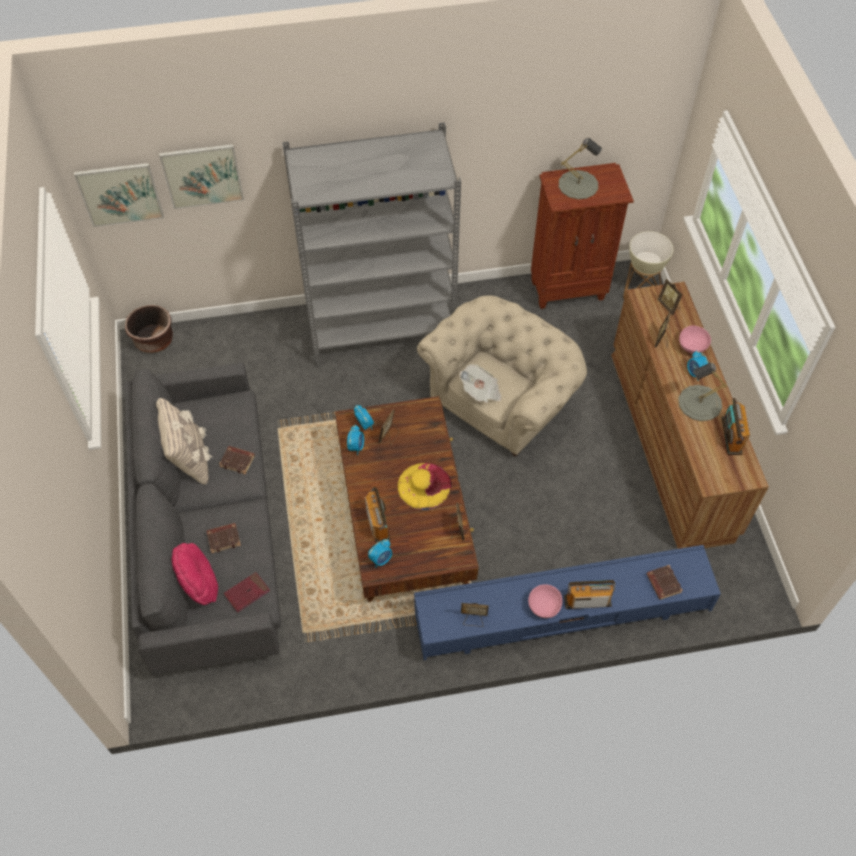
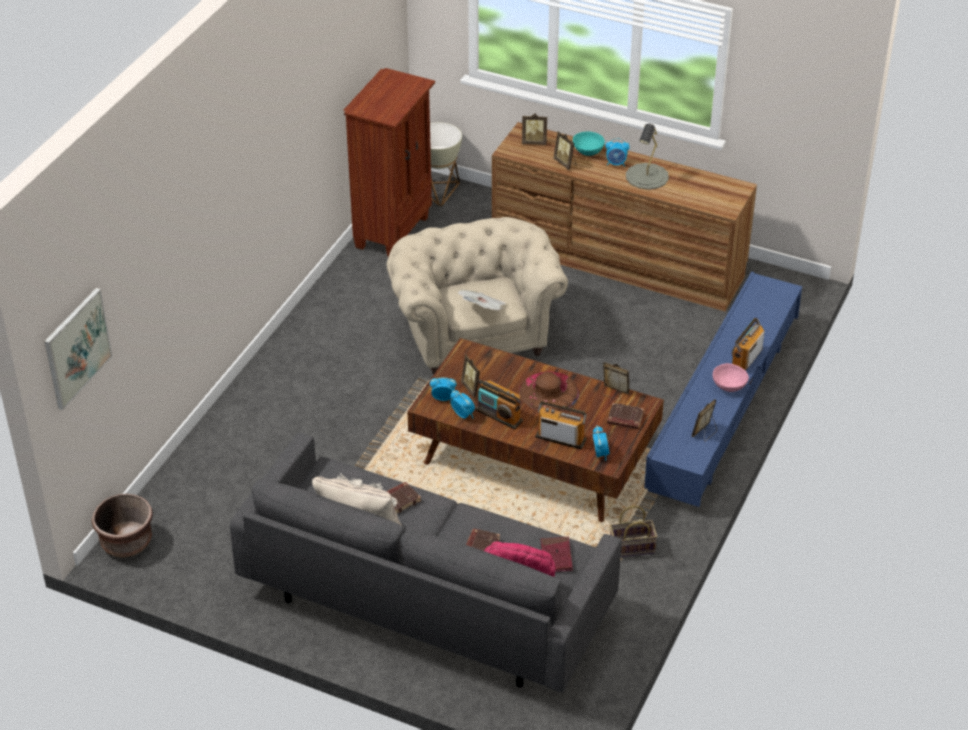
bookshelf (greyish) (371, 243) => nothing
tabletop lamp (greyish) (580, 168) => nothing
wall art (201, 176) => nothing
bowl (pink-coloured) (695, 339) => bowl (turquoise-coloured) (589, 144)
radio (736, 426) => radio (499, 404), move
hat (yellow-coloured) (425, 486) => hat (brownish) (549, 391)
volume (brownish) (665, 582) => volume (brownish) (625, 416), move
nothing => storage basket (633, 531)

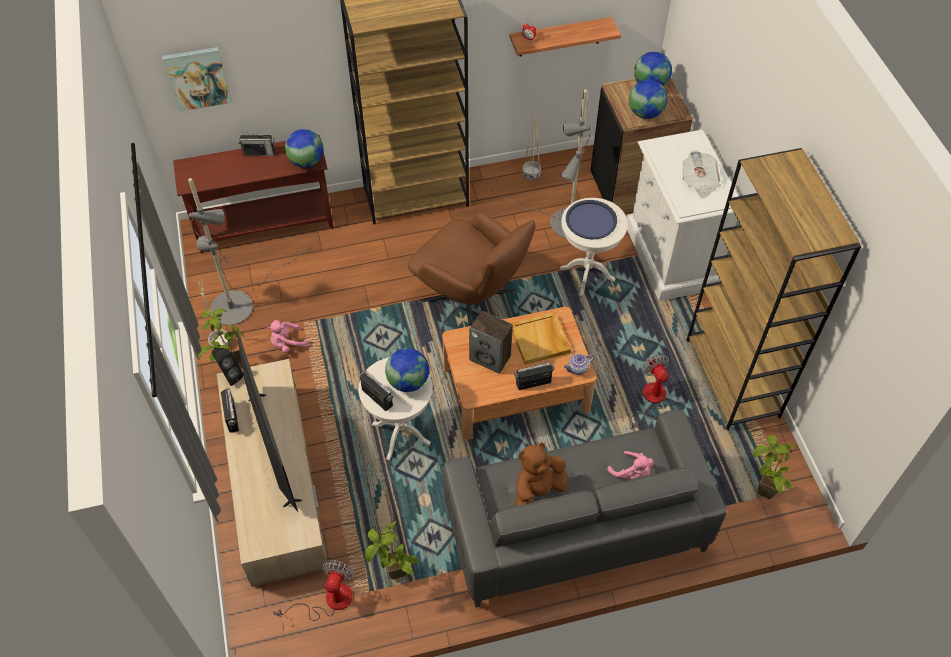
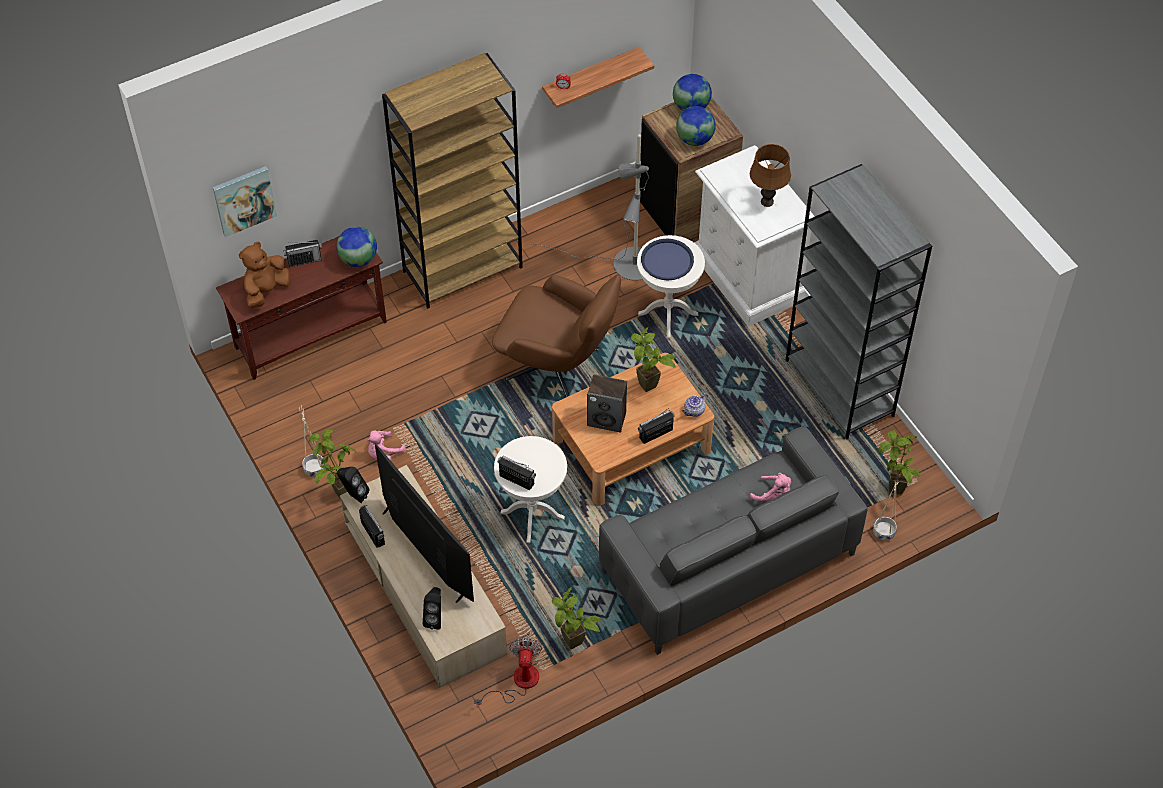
planter (beige) (531, 147) => planter (beige) (886, 511), move
bookshelf (brownish) (774, 289) => bookshelf (greyish) (859, 301)
daily paper (701, 174) => tabletop lamp (brownish) (770, 175)
standard lamp (greyish) (249, 251) => nothing
serving tray (beige) (541, 338) => houseplant (653, 359)
globe (407, 370) => nothing
cooling fan (649, 391) => nothing
cuddly toy (brownish) (541, 474) => cuddly toy (brownish) (265, 275), move
nothing => speaker (black) (432, 608)

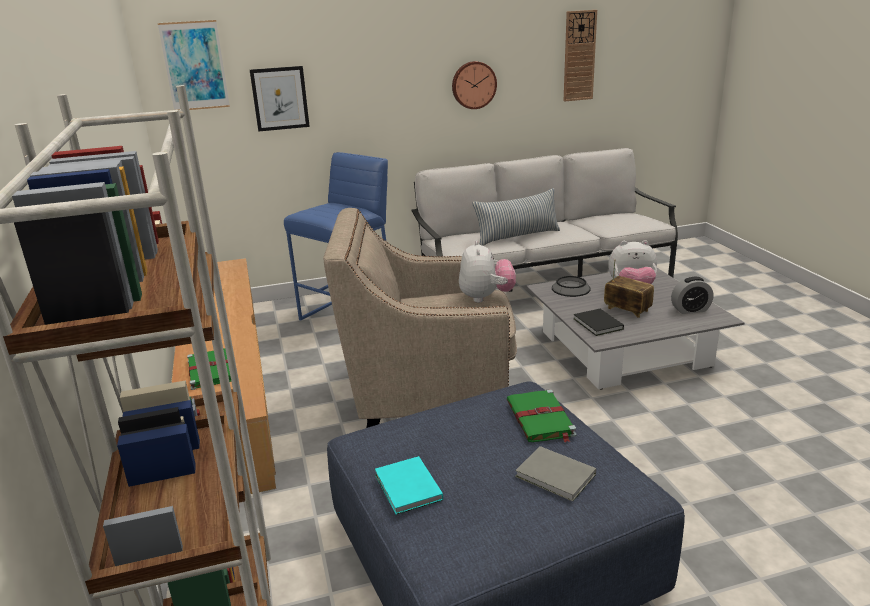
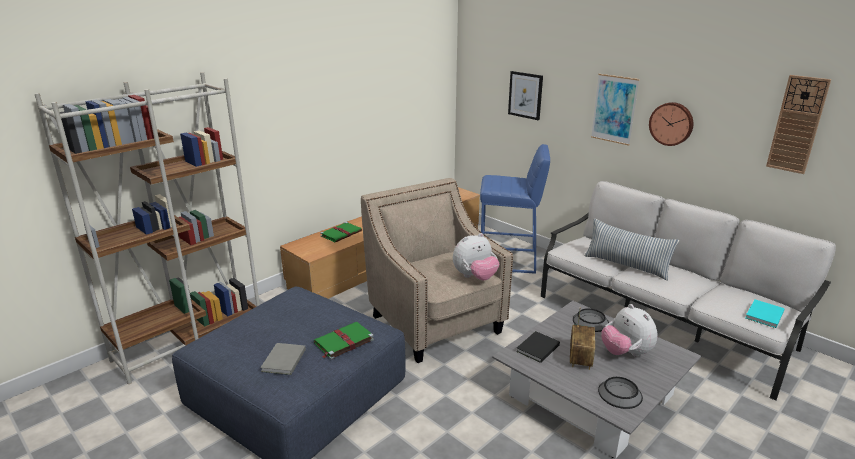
wall art (194, 65) => wall art (615, 110), move
alarm clock (692, 295) => bowl (620, 393)
volume (turquoise-coloured) (409, 485) => volume (turquoise-coloured) (765, 314), move

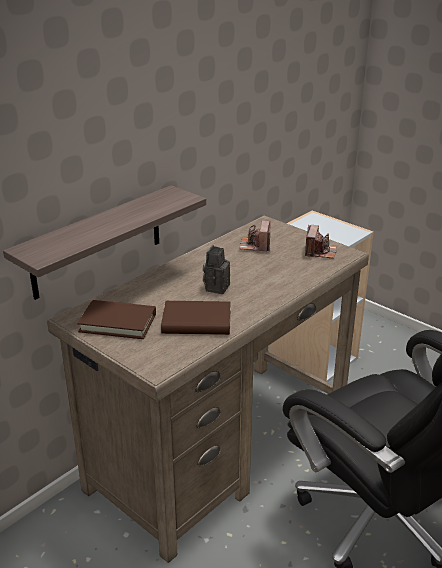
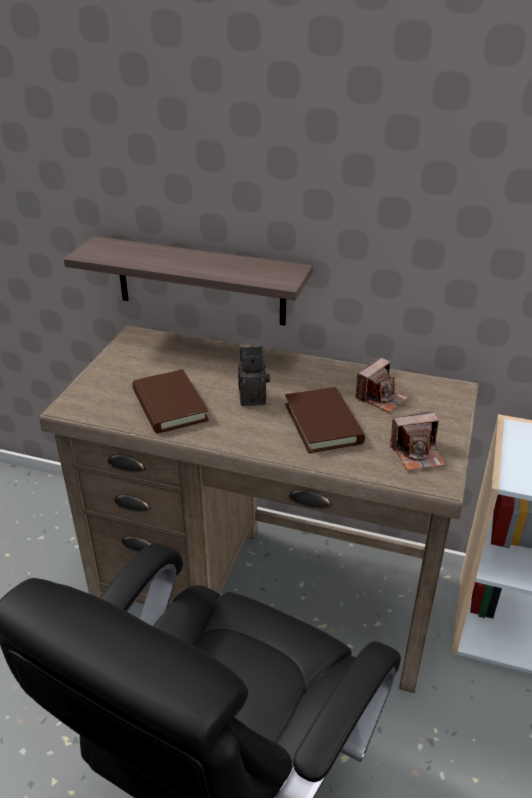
photo camera (254, 235) => photo camera (382, 385), 150 degrees clockwise
volume (brownish) (116, 319) => volume (brownish) (325, 420), move

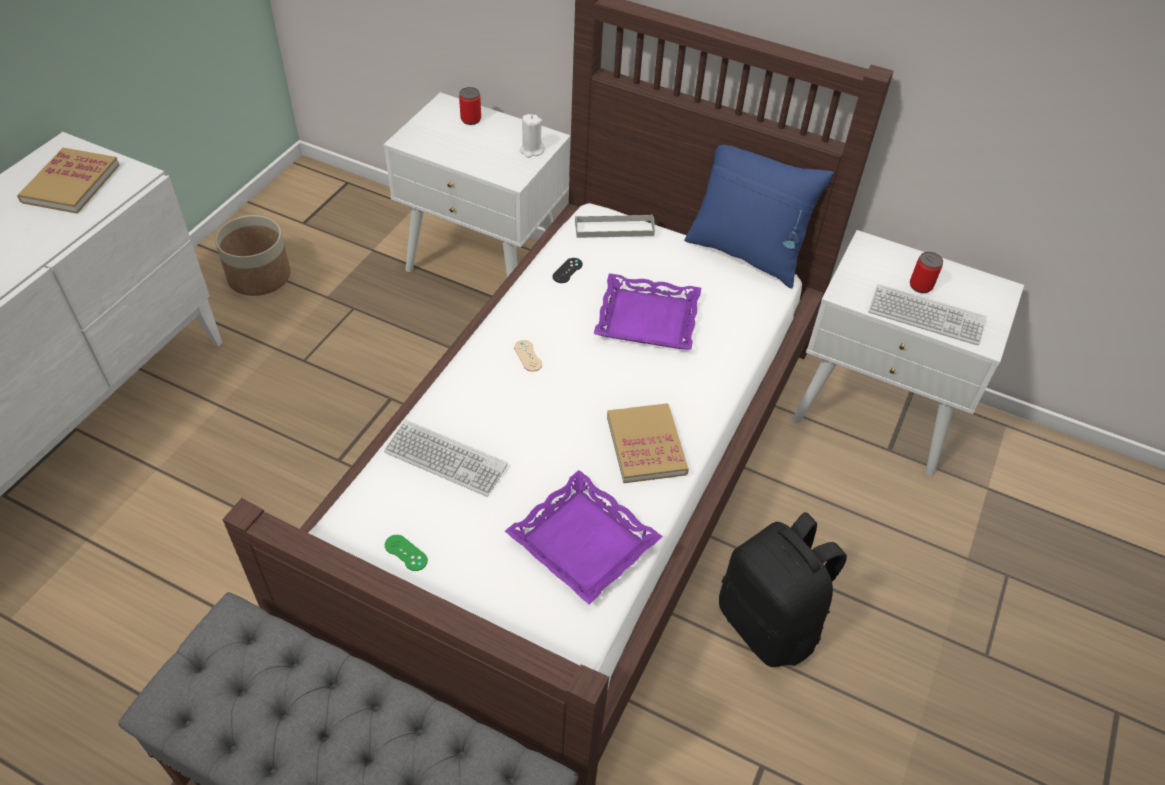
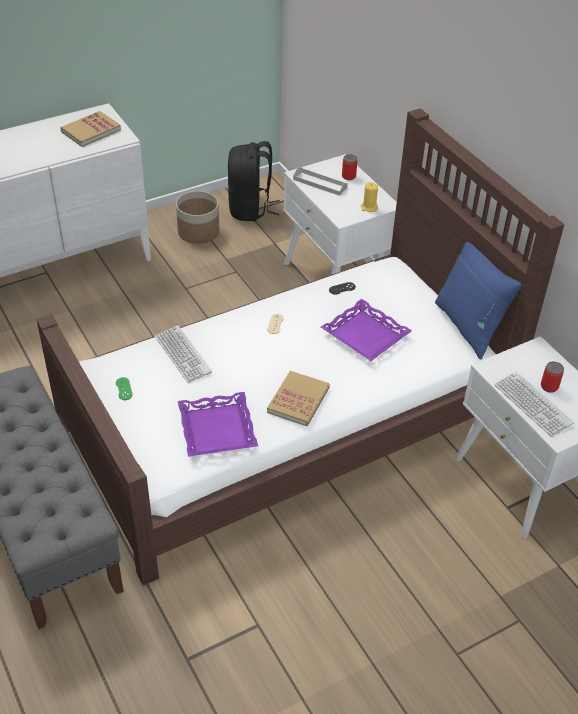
wax light (white) (532, 136) => wax light (yellow-coloured) (369, 197)
serving tray (greyish) (615, 226) => serving tray (greyish) (320, 181), move
backpack (black) (783, 589) => backpack (black) (254, 181), move

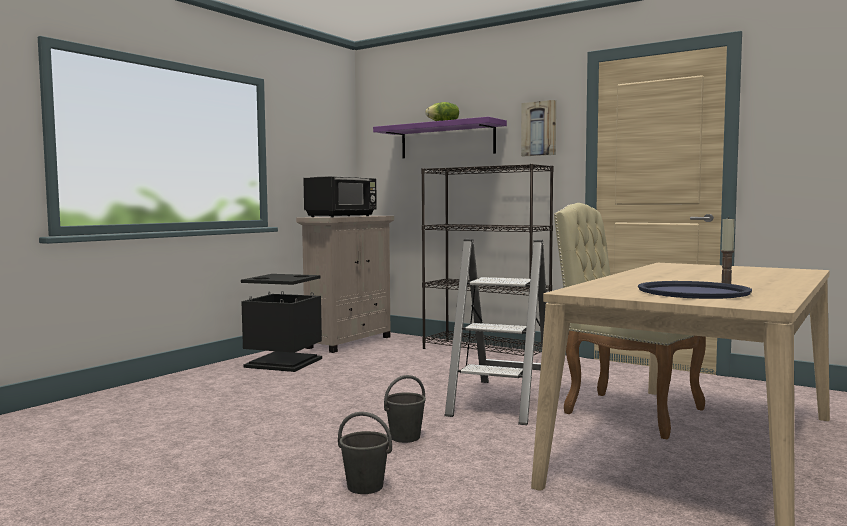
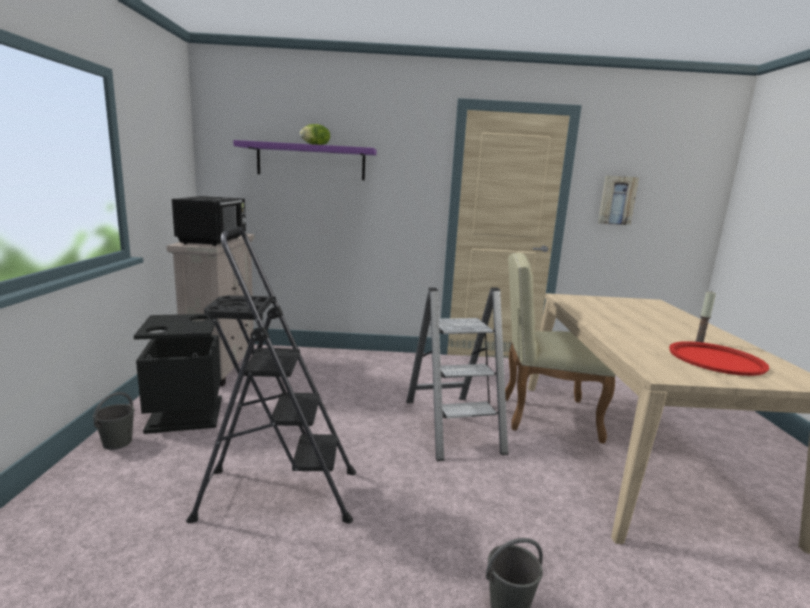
wall art (538, 128) => wall art (618, 200), move
bookshelf (black) (487, 260) => nothing
serving tray (blue) (695, 290) => serving tray (red) (719, 358)
bucket (greyish) (405, 409) => bucket (greyish) (113, 421), move
nothing => stepladder (271, 374)

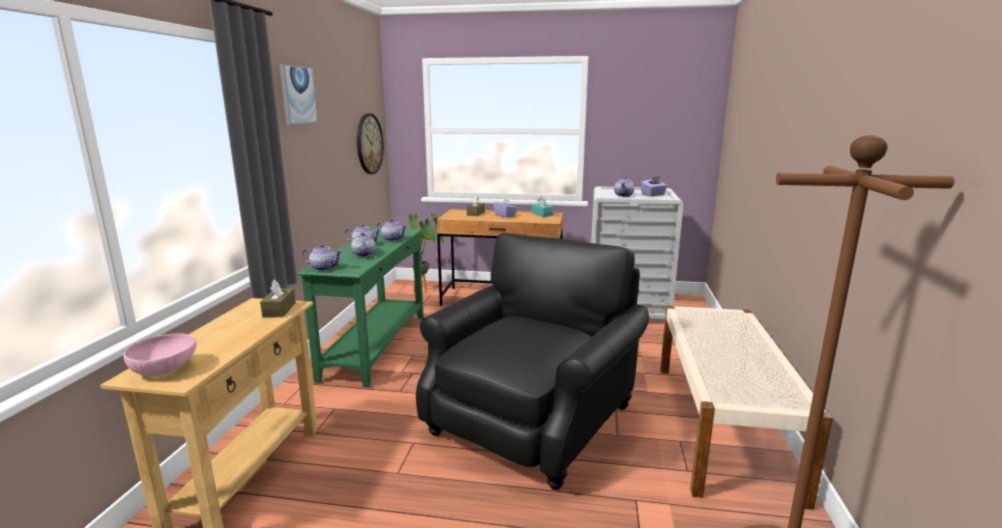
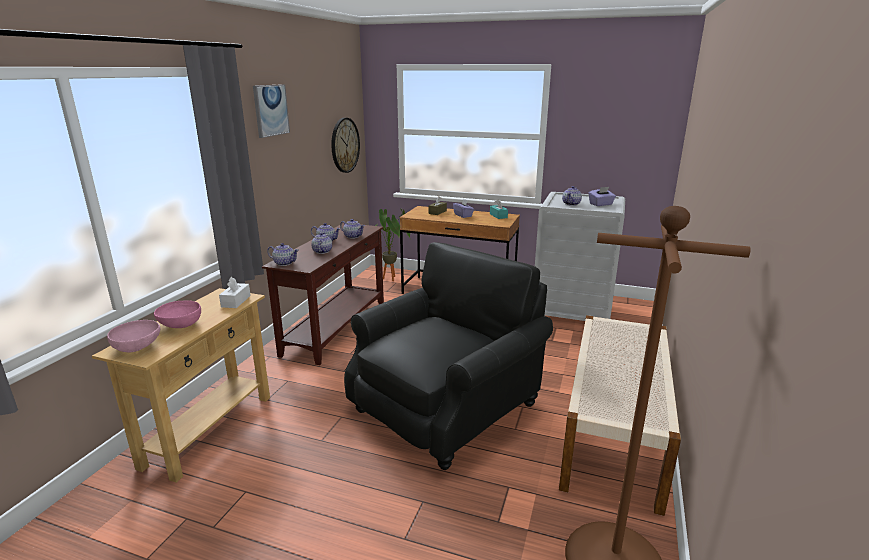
console table (greenish) (360, 308) => console table (brownish) (323, 294)
tissue box (brownish) (278, 299) => tissue box (white) (235, 292)
nothing => bowl (pink-coloured) (177, 314)

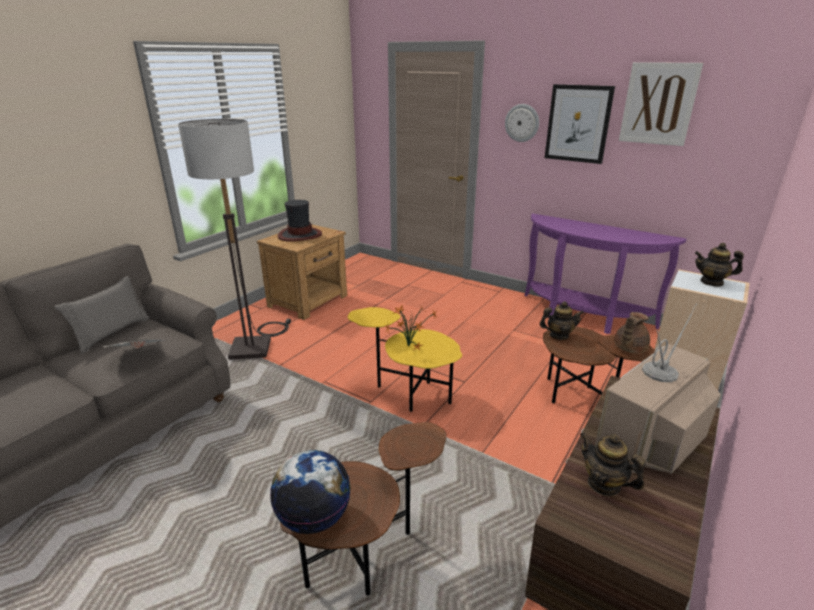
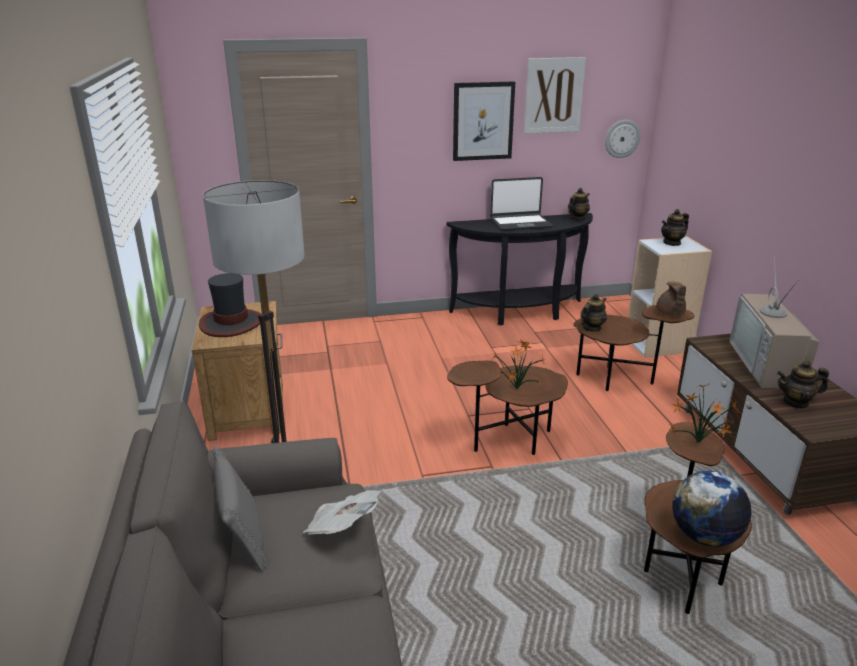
wall clock (522, 123) => wall clock (623, 139), move
console table (purple-coloured) (605, 273) => console table (black) (519, 269)
side table (yellow-coloured) (405, 359) => side table (brownish) (507, 408)
nothing => notebook computer (521, 204)
nothing => pot for tea (579, 204)
nothing => houseplant (706, 414)

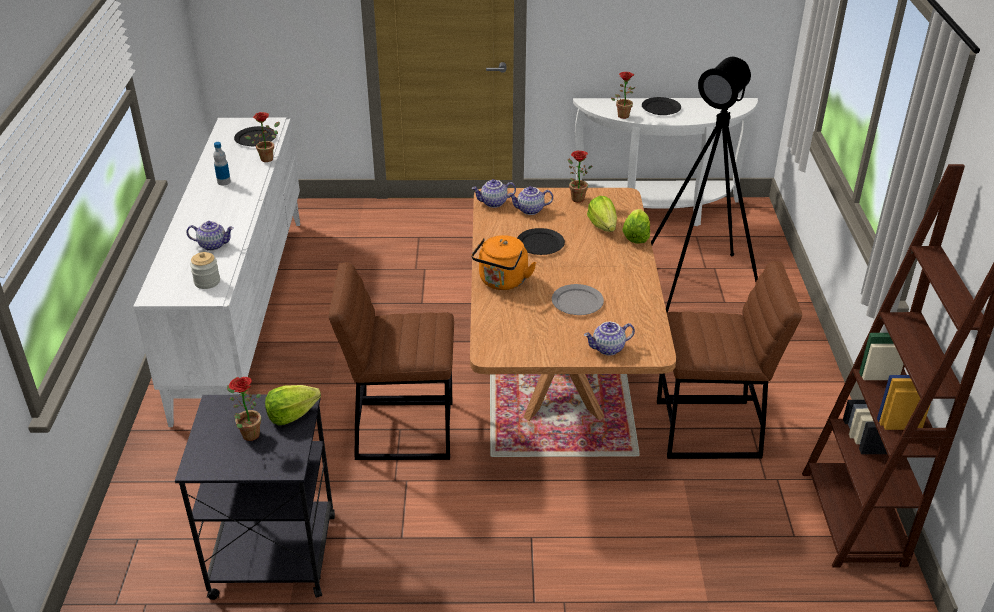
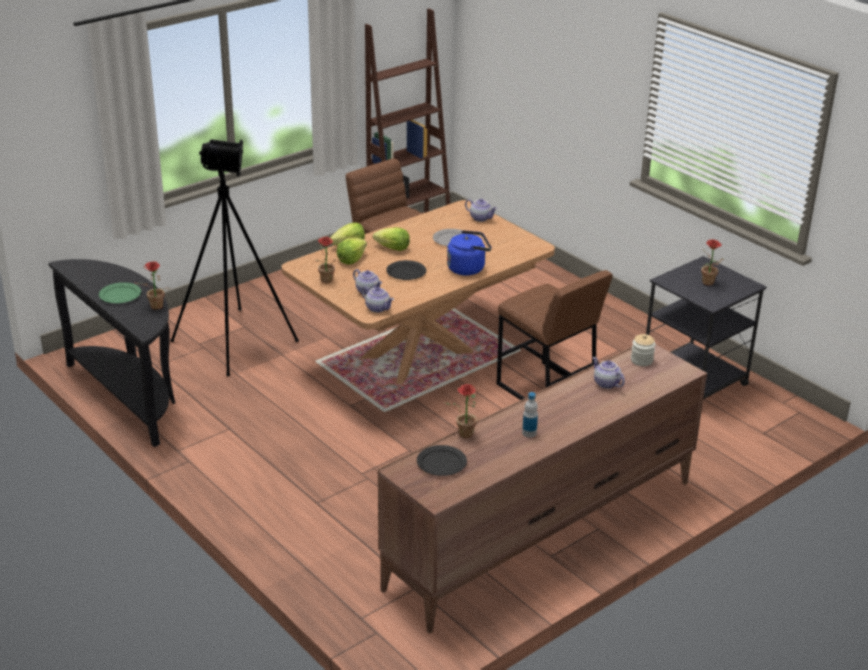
dinner plate (black) (661, 106) => dinner plate (greenish) (120, 292)
console table (white) (665, 162) => console table (black) (111, 353)
storage cabinet (white) (216, 272) => storage cabinet (brownish) (542, 489)
kettle (orangey) (503, 262) => kettle (blue) (469, 252)
head of lettuce (293, 405) => head of lettuce (391, 239), move

